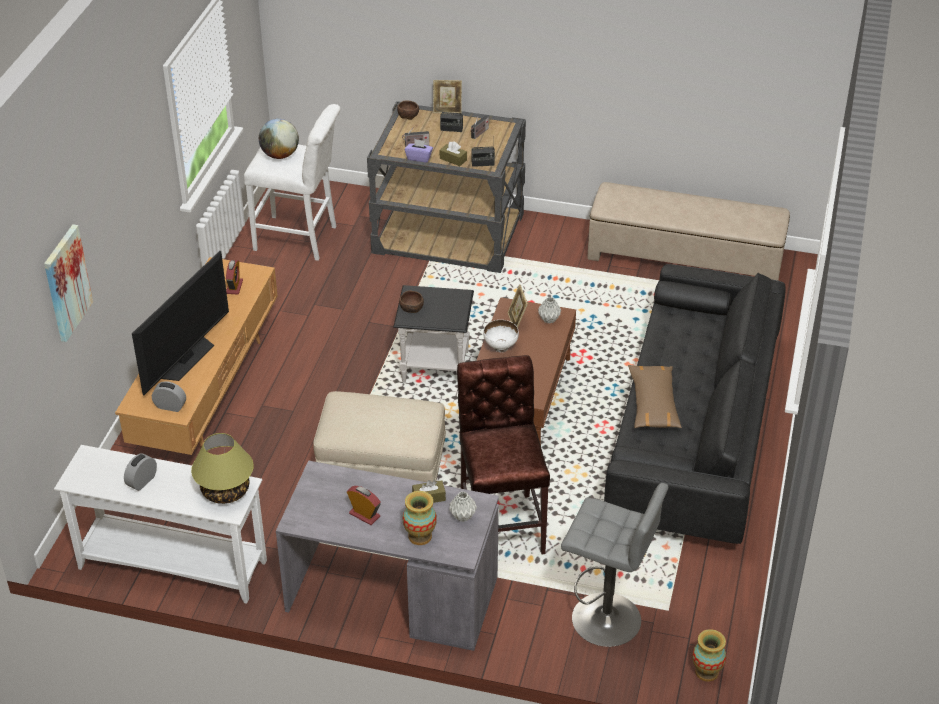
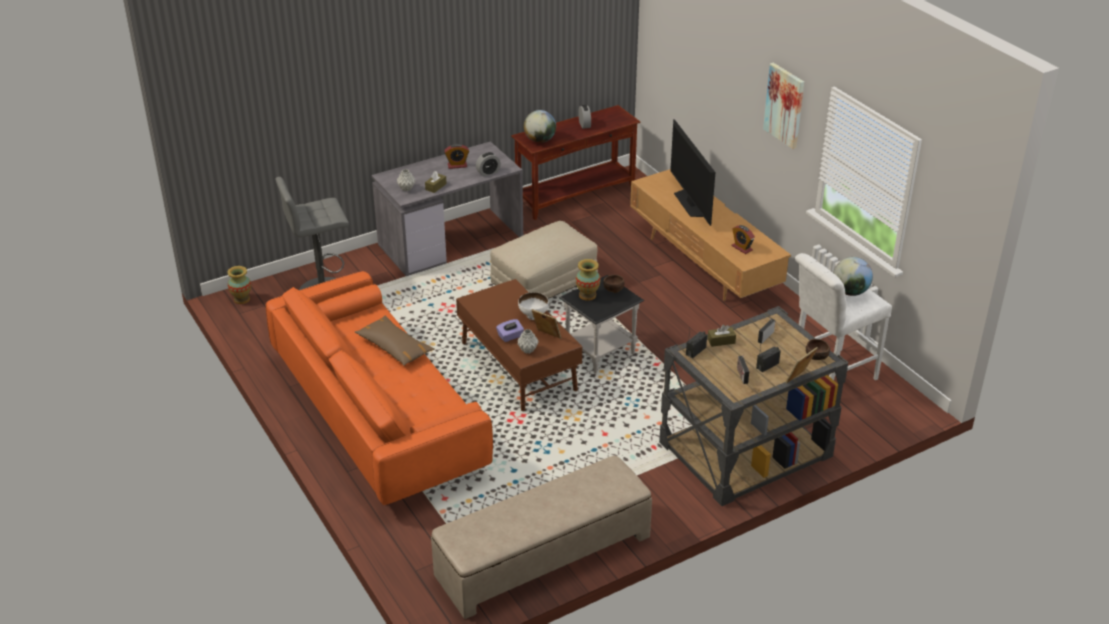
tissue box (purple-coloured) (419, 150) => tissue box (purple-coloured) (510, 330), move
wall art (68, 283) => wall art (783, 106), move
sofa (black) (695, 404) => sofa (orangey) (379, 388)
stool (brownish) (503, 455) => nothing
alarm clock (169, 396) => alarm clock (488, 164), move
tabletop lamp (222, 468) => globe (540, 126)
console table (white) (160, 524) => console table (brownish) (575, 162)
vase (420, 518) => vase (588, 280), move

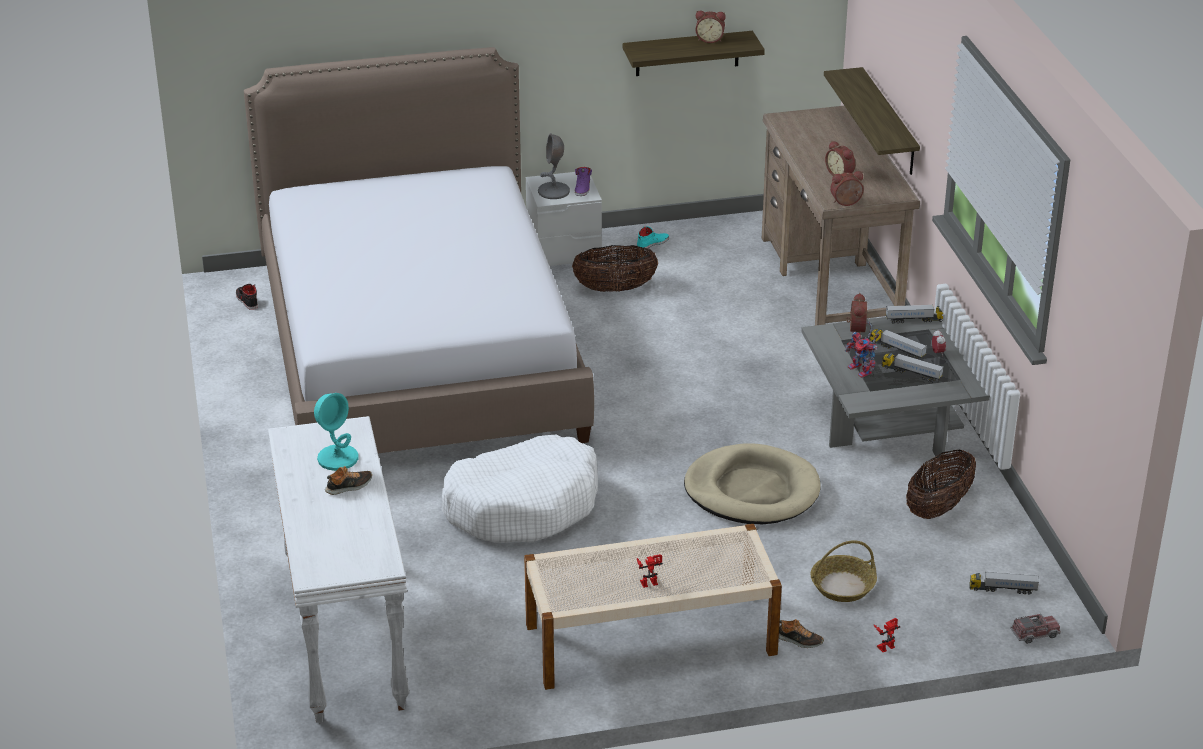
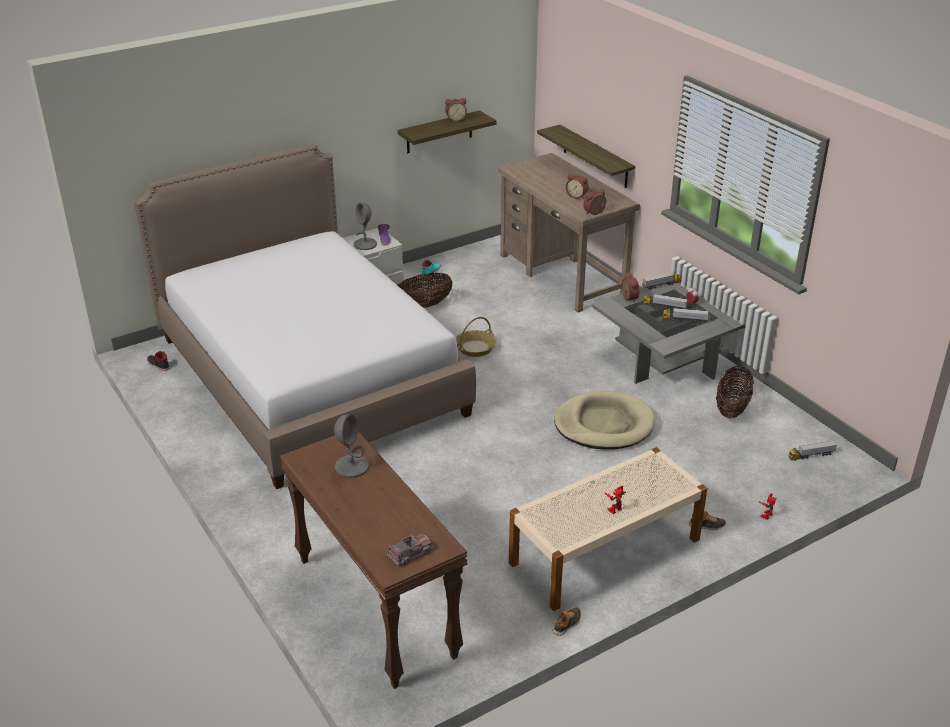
robot figure (862, 349) => nothing
tabletop lamp (turquoise-coloured) (336, 432) => tabletop lamp (greyish) (351, 445)
console table (white) (338, 569) => console table (brownish) (373, 560)
dog cushion (white) (519, 489) => nothing
item of footwear (348, 480) => item of footwear (566, 621), move
storage basket (844, 571) => storage basket (476, 337), move
model truck (1035, 628) => model truck (410, 549), move

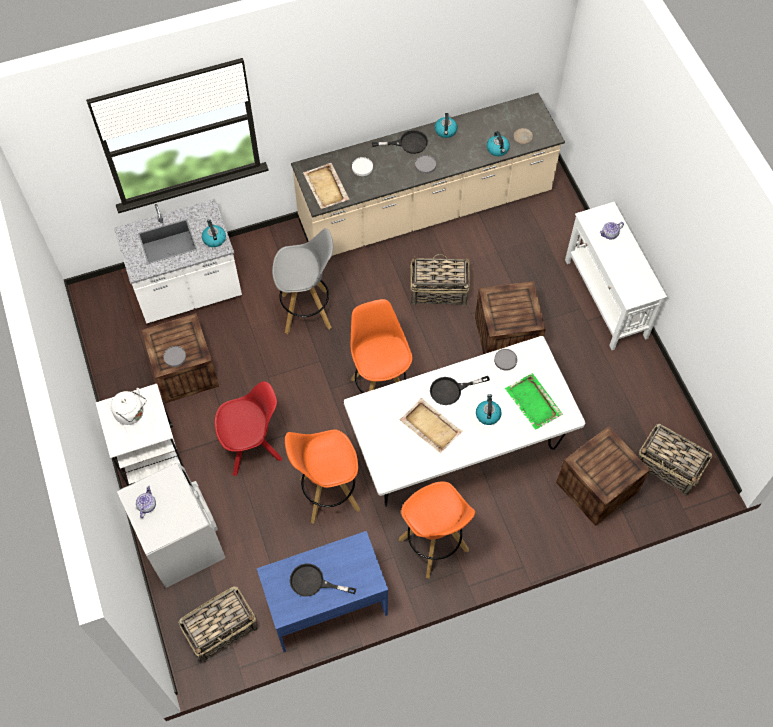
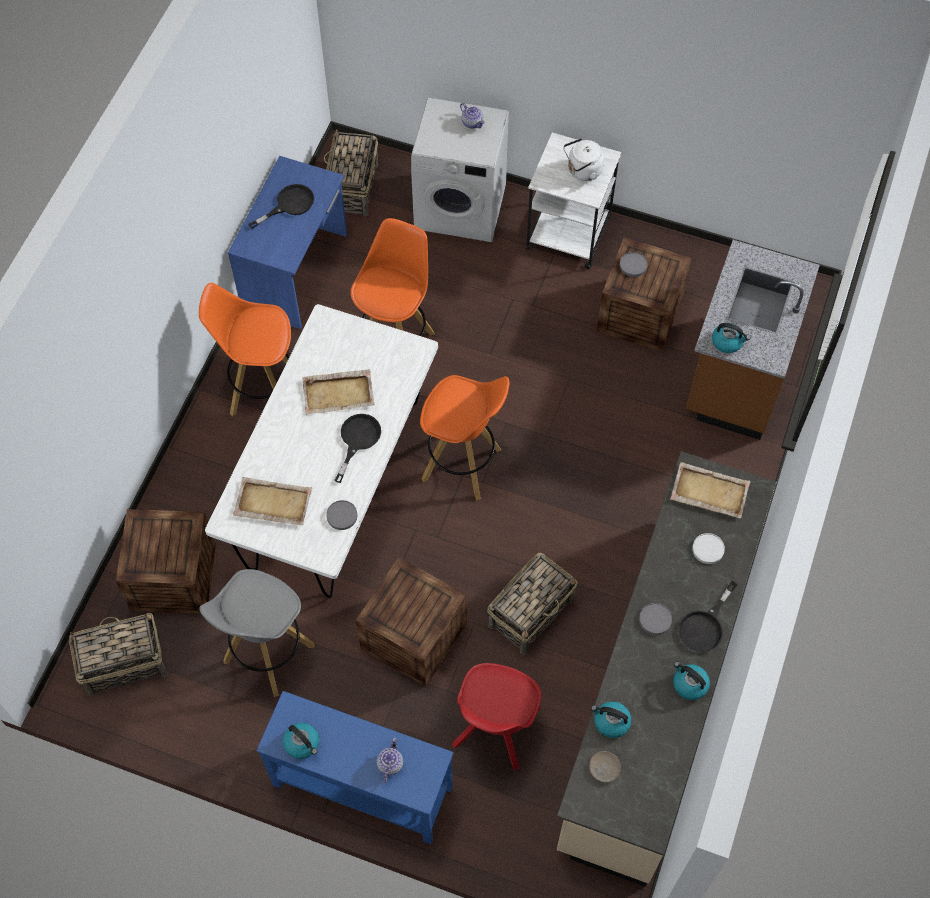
counter (white) (178, 261) => counter (brownish) (753, 340)
console table (white) (616, 276) => console table (blue) (354, 767)
stool (greyish) (302, 281) => stool (greyish) (257, 633), move
serving tray (greenish) (534, 401) => serving tray (beige) (273, 501)
chair (red) (249, 428) => chair (red) (496, 716), move
kettle (489, 409) => kettle (301, 741), move

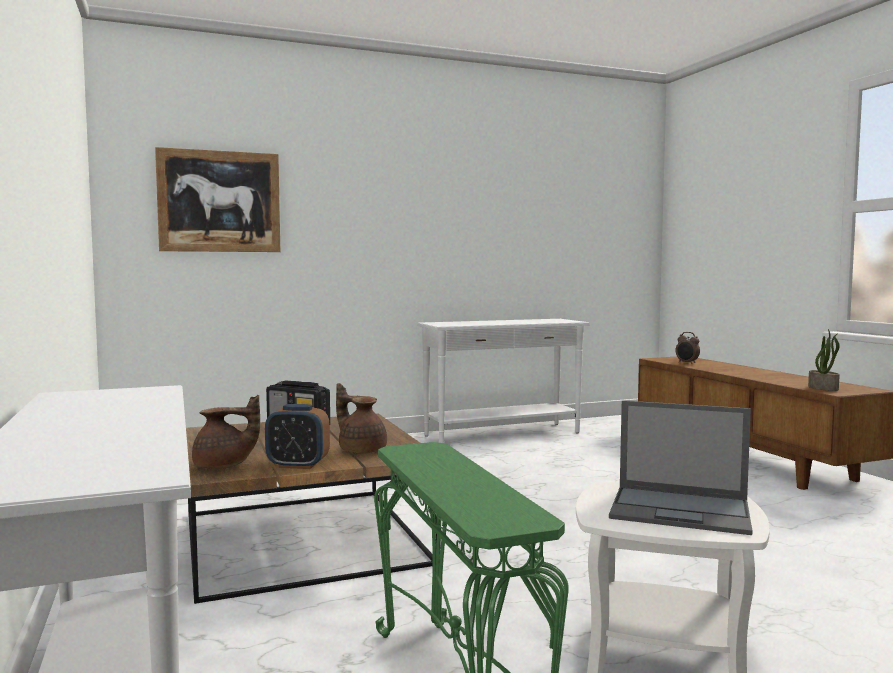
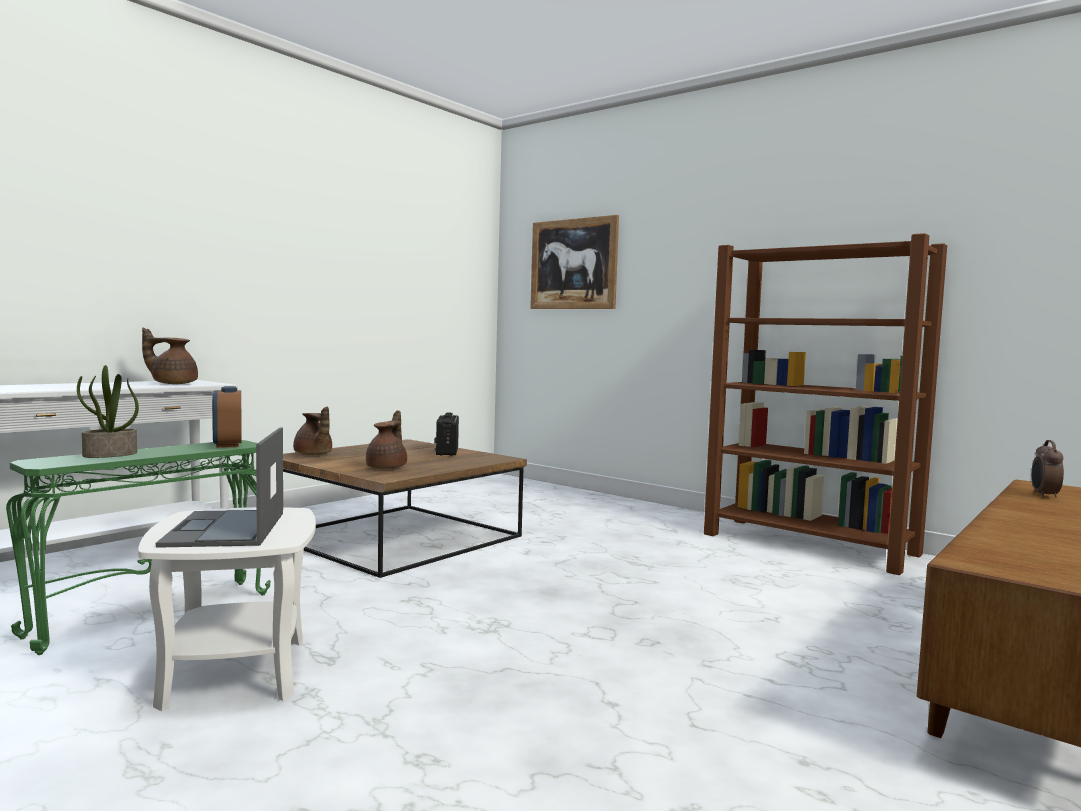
console table (white) (503, 381) => bookshelf (brownish) (825, 404)
houseplant (824, 360) => houseplant (108, 411), move
alarm clock (297, 436) => alarm clock (227, 417), move
nothing => pot for tea (brownish) (170, 355)

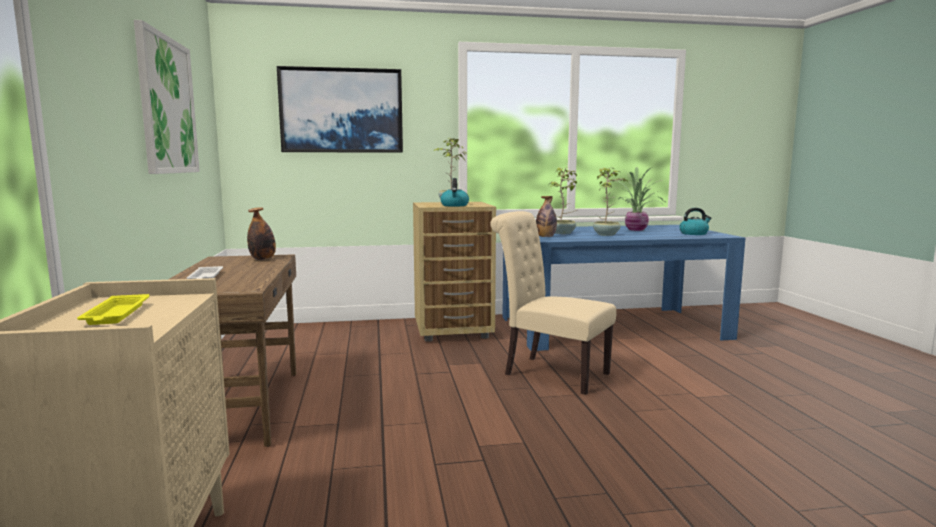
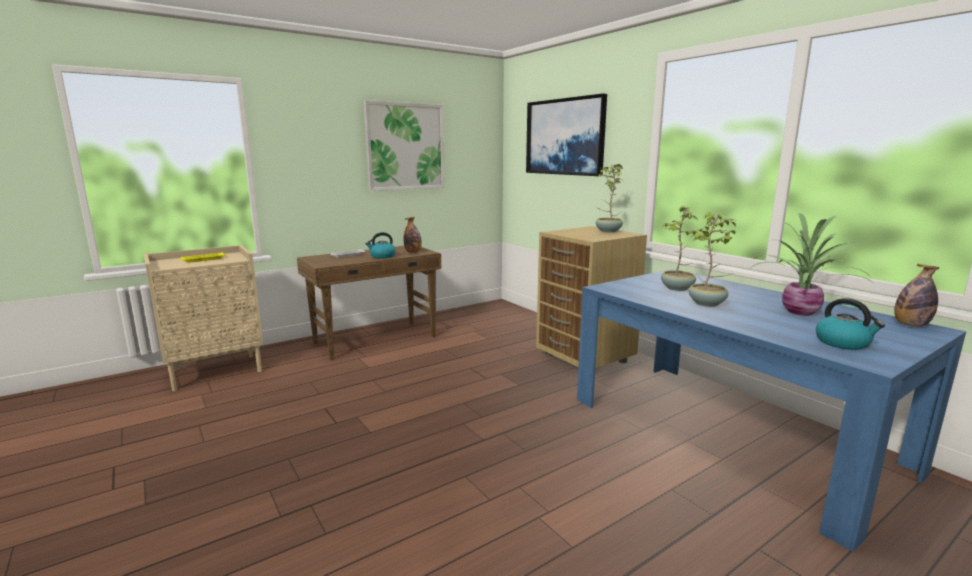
kettle (454, 192) => kettle (381, 245), move
beverage bottle (546, 216) => beverage bottle (917, 295), move
chair (beige) (553, 303) => nothing

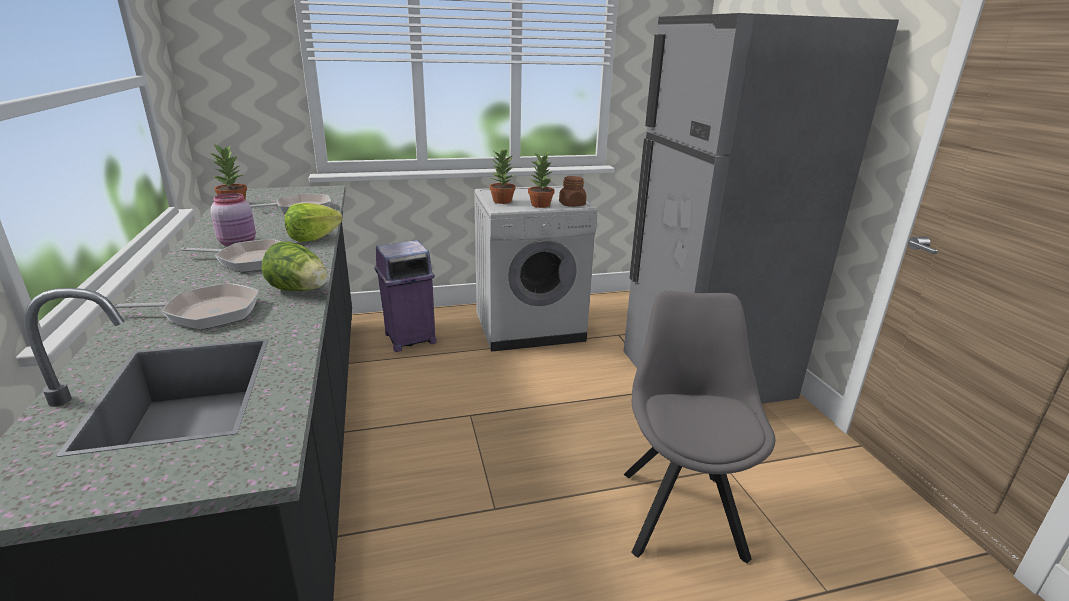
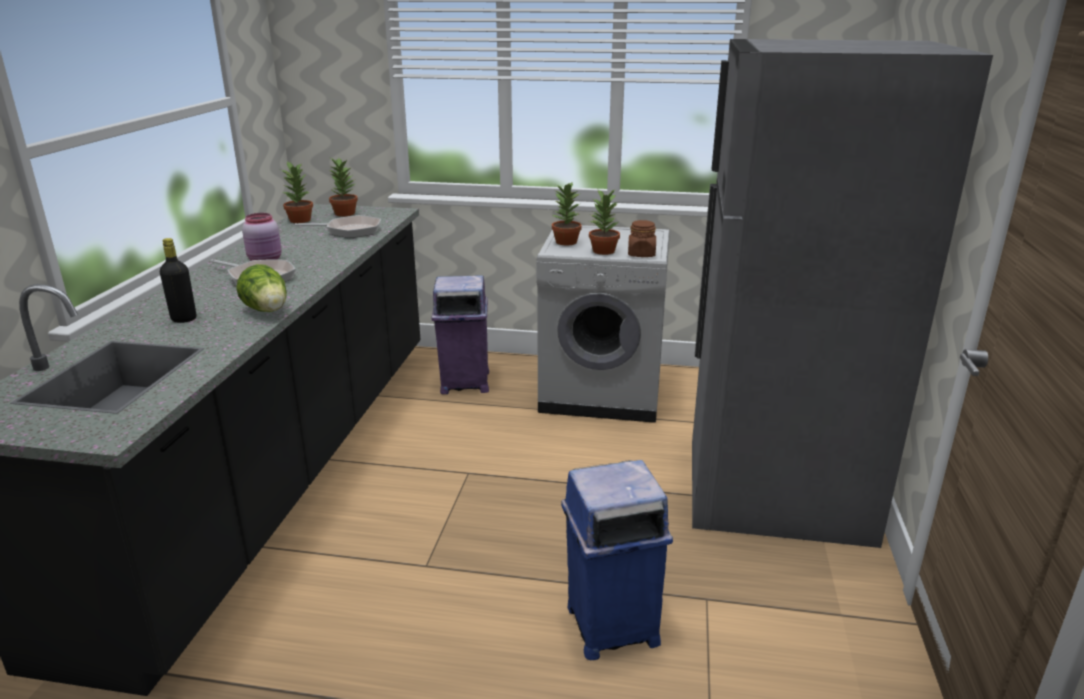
head of lettuce (314, 222) => nothing
frying pan (186, 306) => beverage bottle (black) (178, 280)
chair (greyish) (699, 427) => waste bin (blue) (617, 560)
nothing => houseplant (343, 187)

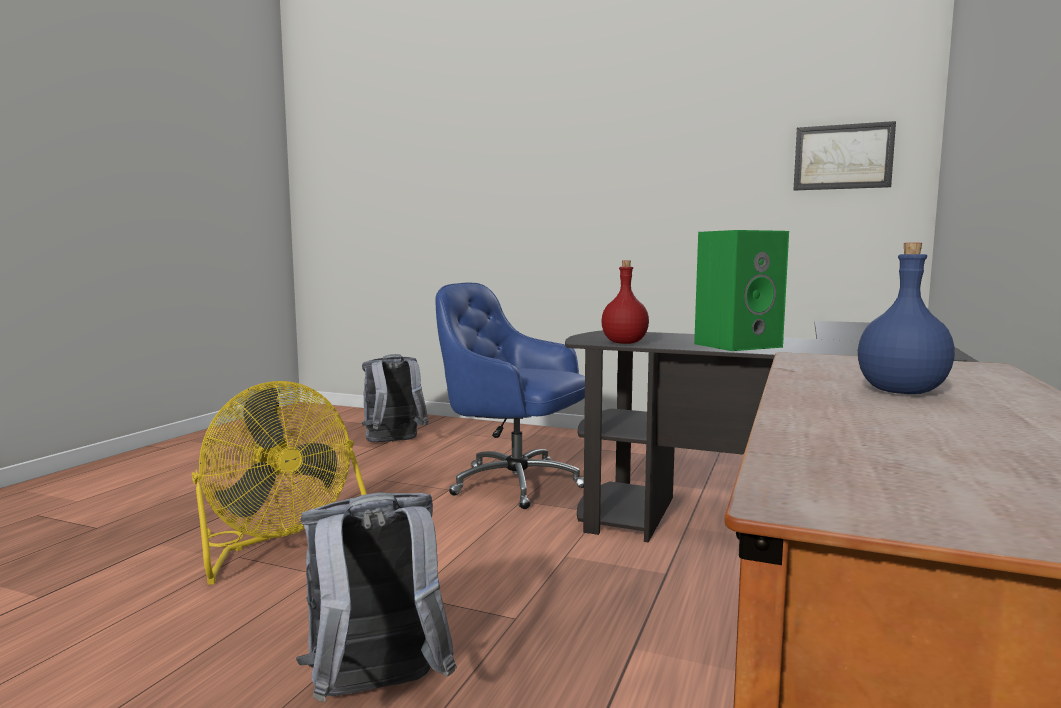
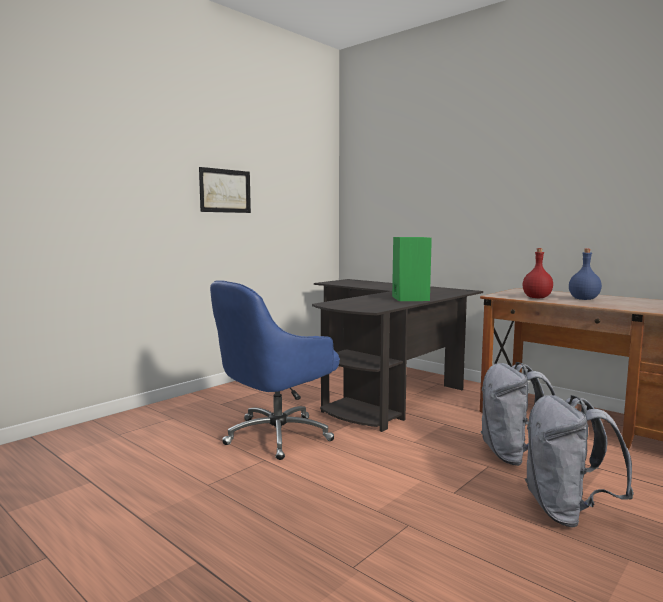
wall art (845, 156) => wall art (225, 190), move
beverage bottle (red) (625, 302) => beverage bottle (red) (538, 273), move
backpack (greyish) (395, 398) => backpack (greyish) (518, 414), move
cooling fan (yellow-coloured) (279, 483) => nothing

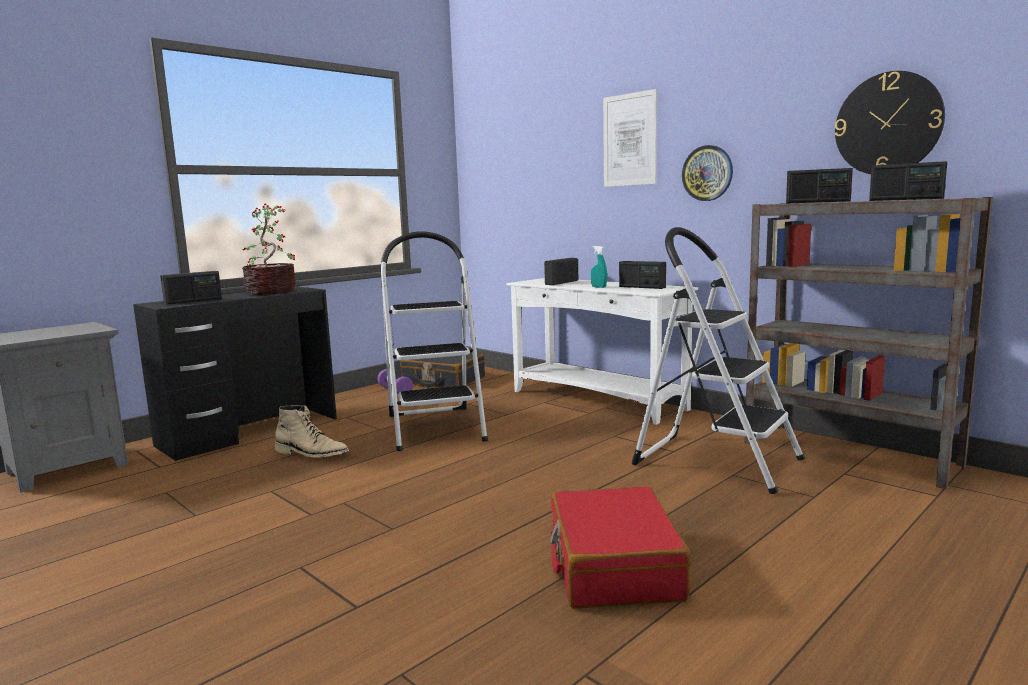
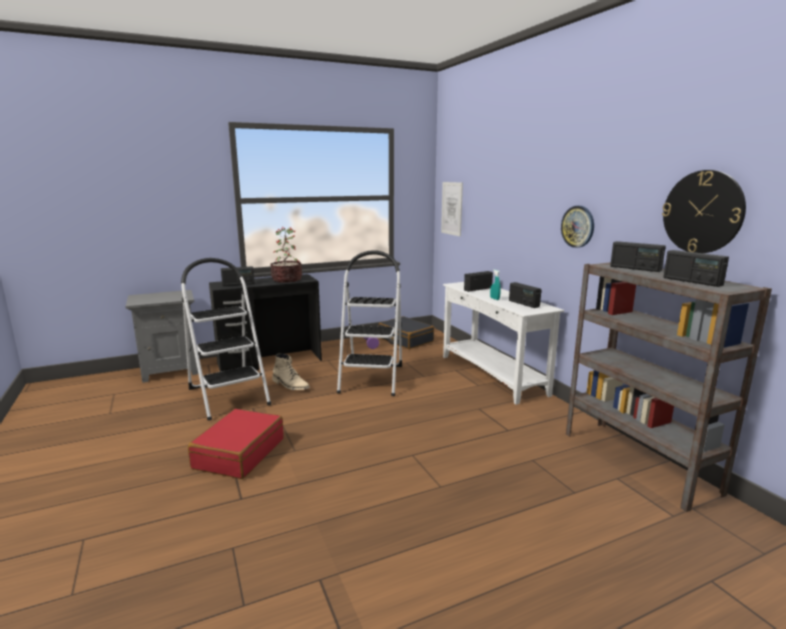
wall art (630, 138) => wall art (452, 209), move
stepladder (718, 360) => stepladder (226, 339), move
travel case (red) (620, 547) => travel case (red) (236, 444), move

